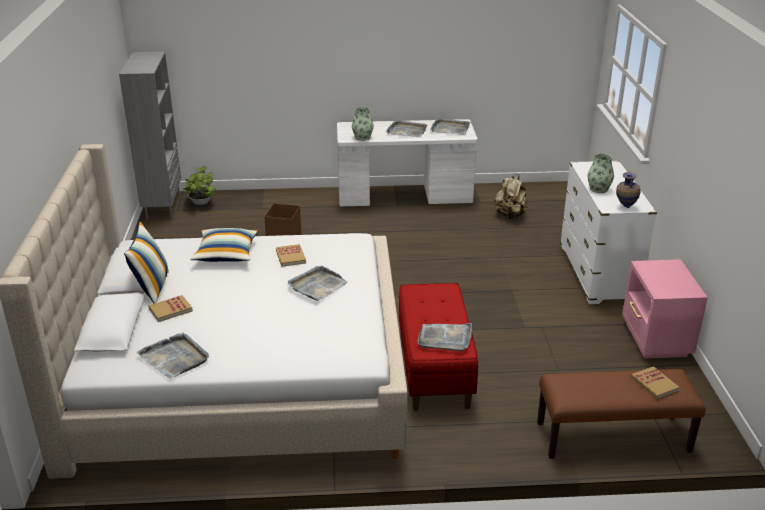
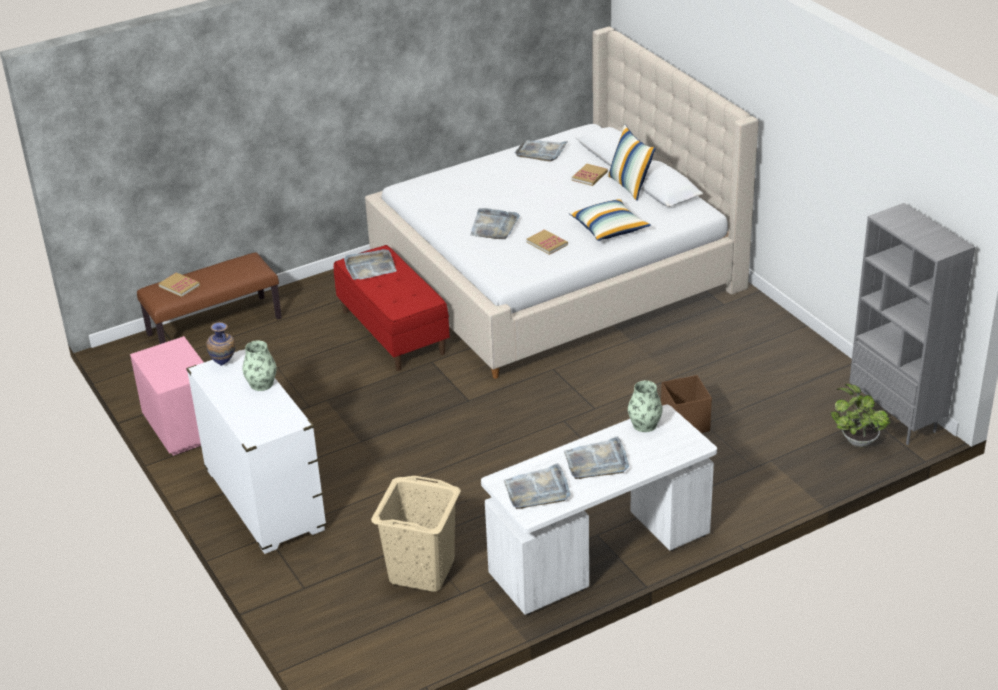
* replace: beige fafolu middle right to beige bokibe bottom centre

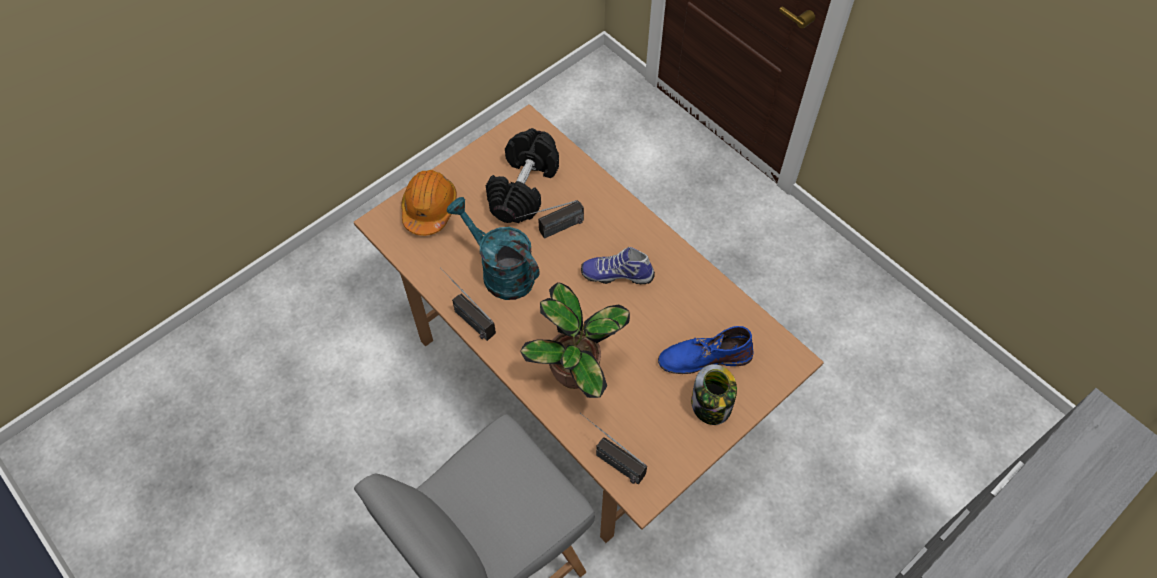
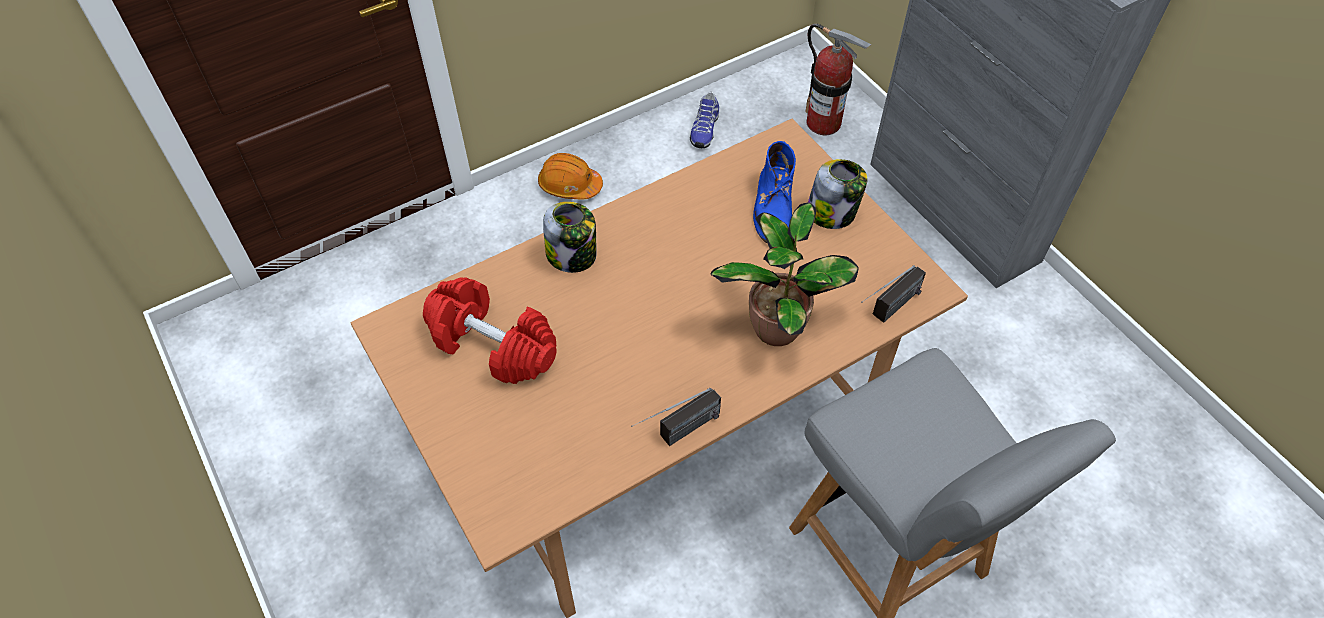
* recolor: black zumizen top centre to red zumizen centre
* move: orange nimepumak centre to top centre
* insert: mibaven (1st from left) centre
* move: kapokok centre to top centre
* insert: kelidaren top centre
* delete: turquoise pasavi centre
* delete: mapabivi (2nd from left) centre

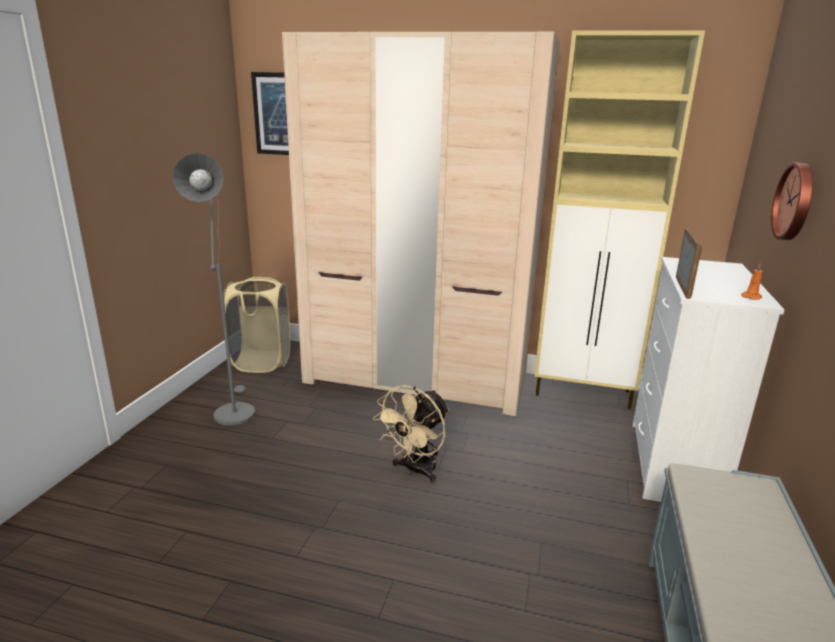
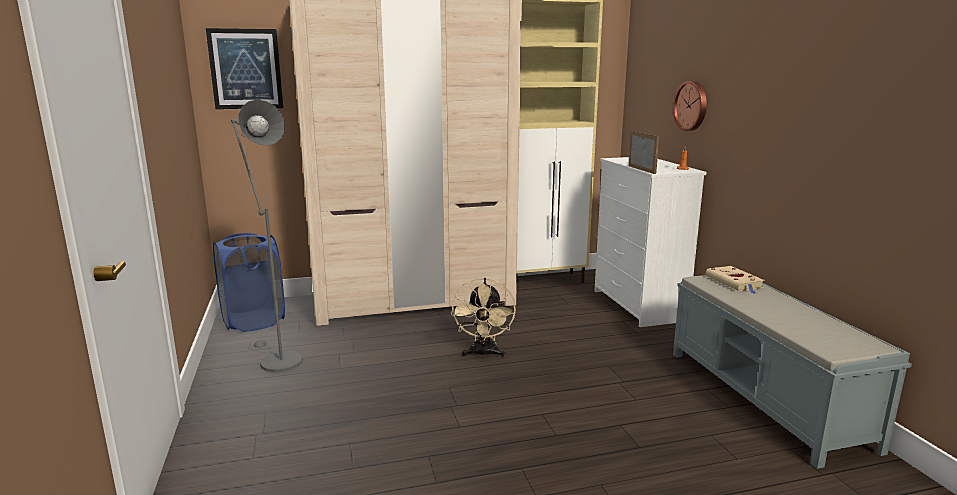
* recolor: beige bokibe middle left to blue bokibe middle left
* insert: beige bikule middle right

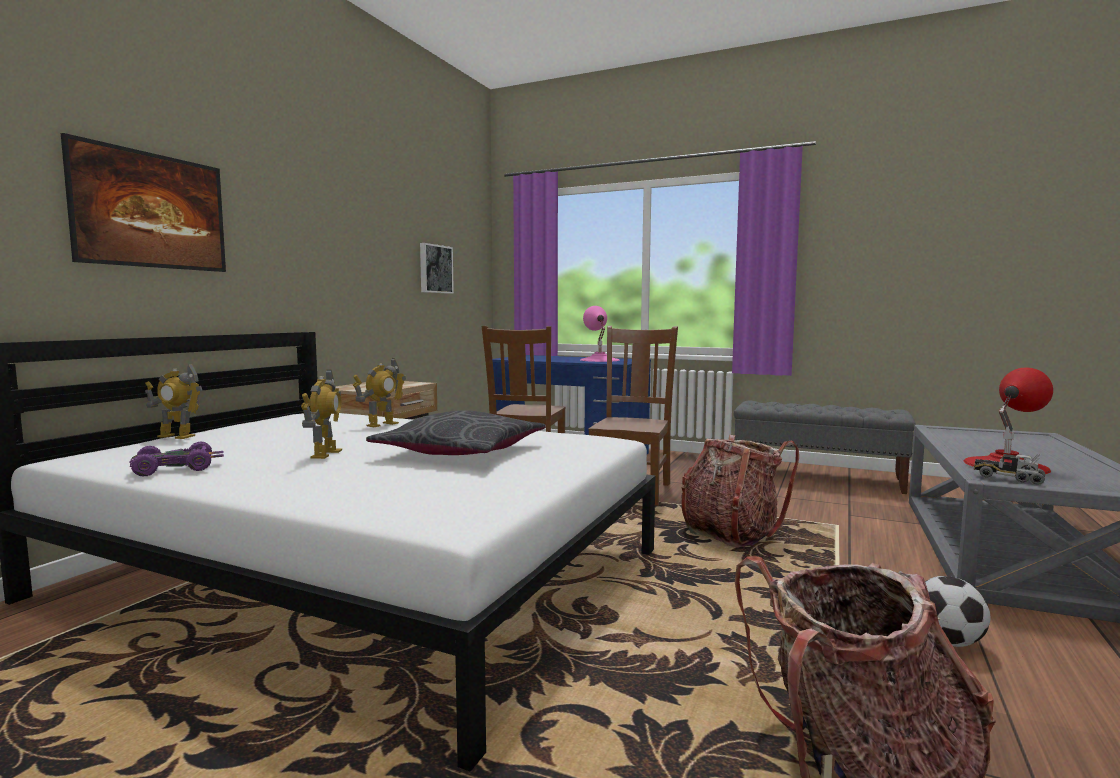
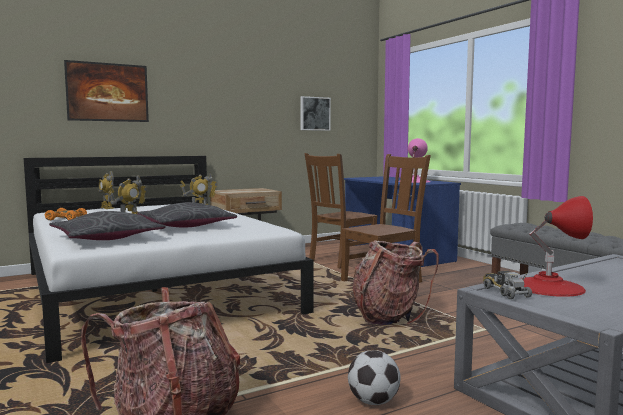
* recolor: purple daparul middle left to orange daparul middle left
* insert: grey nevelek (1st from left) middle left

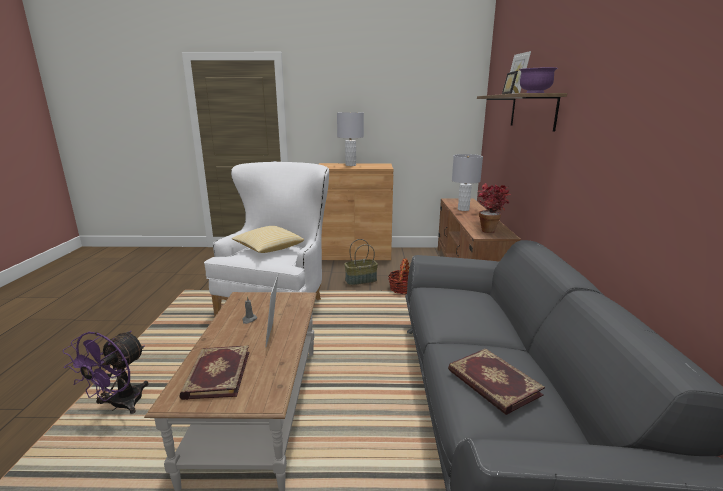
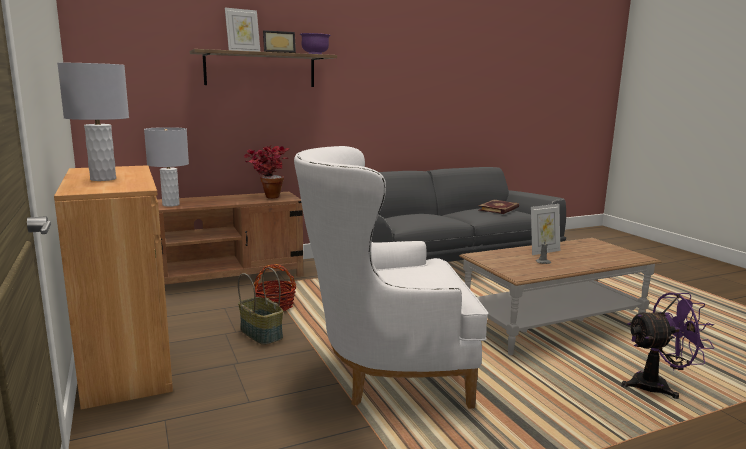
* delete: bikule (1st from left) bottom left
* delete: nevelek centre

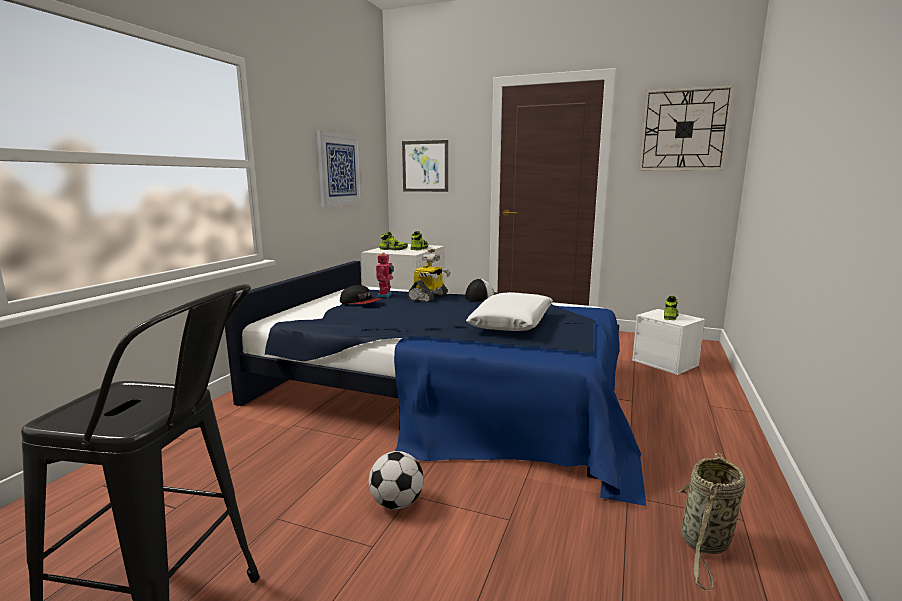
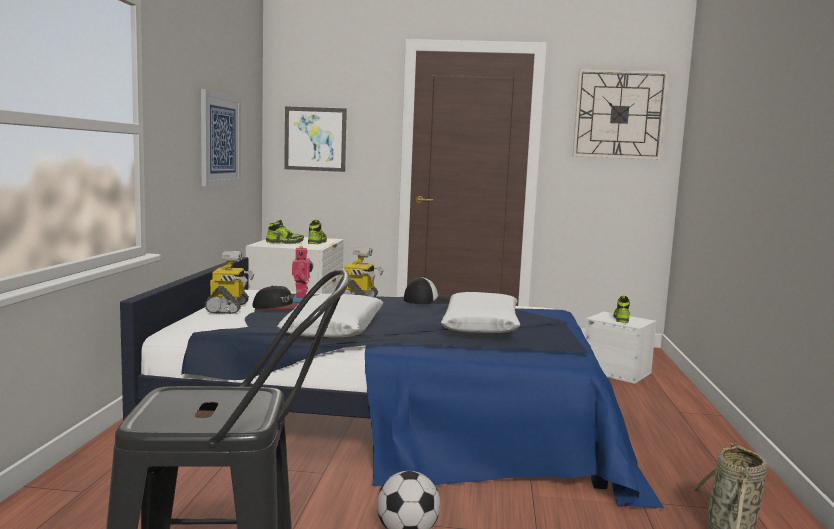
* insert: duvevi (1st from left) middle left
* insert: white nevelek (1st from left) centre

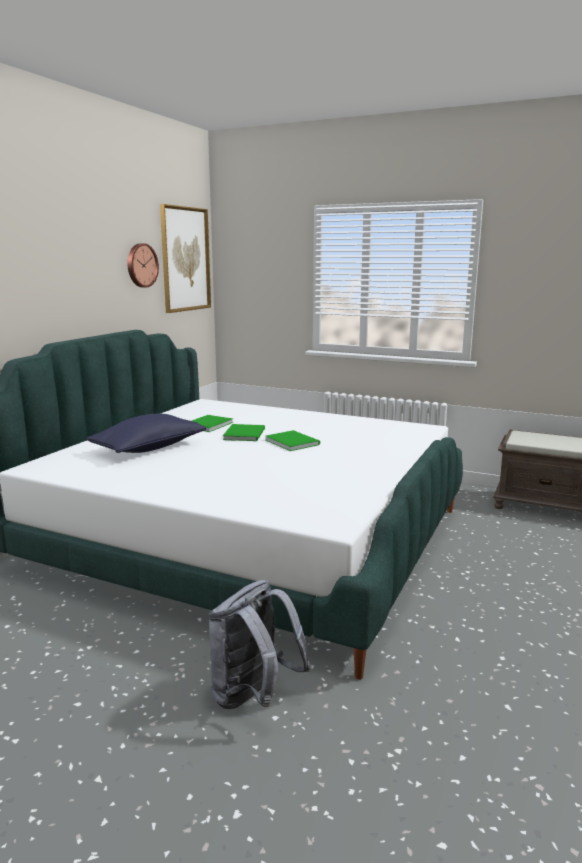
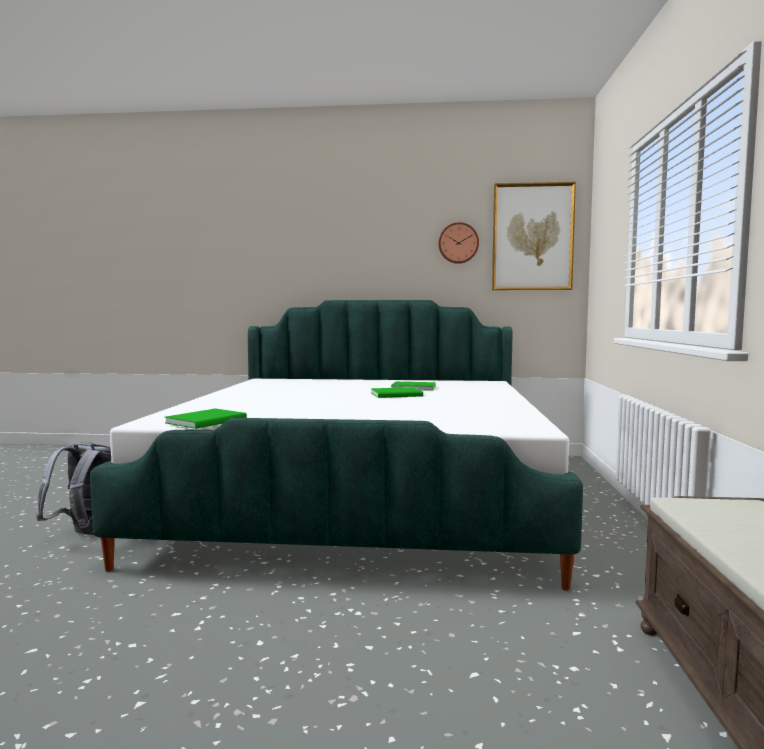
* move: green bikule (3rd from left in the first image) centre to green bikule (1st from left) middle left
* delete: blue nevelek middle left

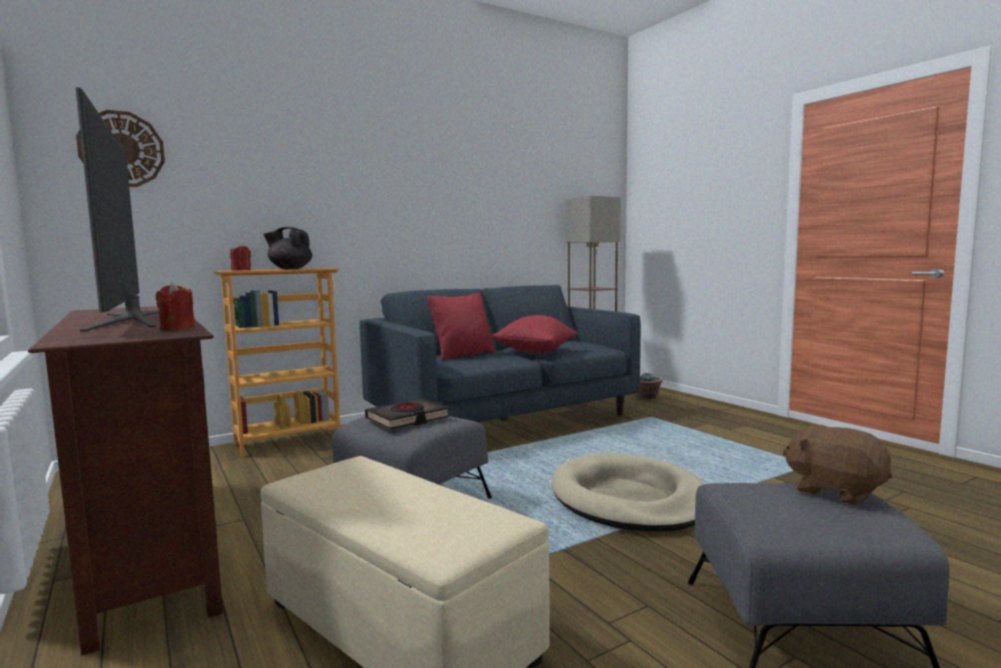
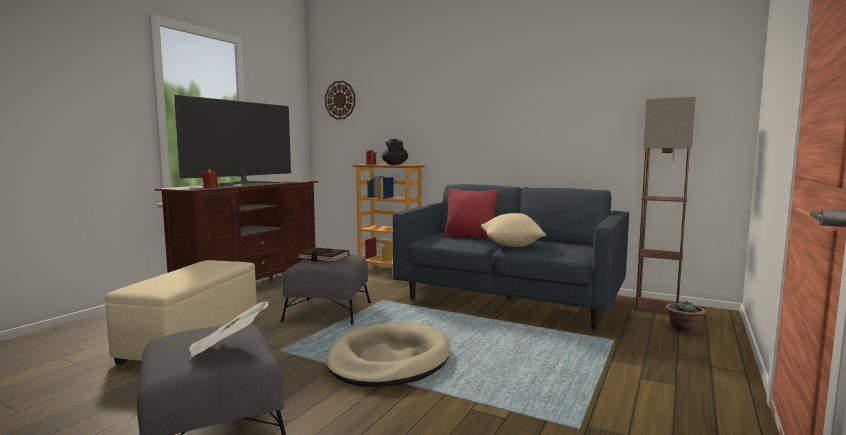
* replace: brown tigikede bottom right to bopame bottom left
* recolor: red nevelek (2nd from left) centre to beige nevelek centre

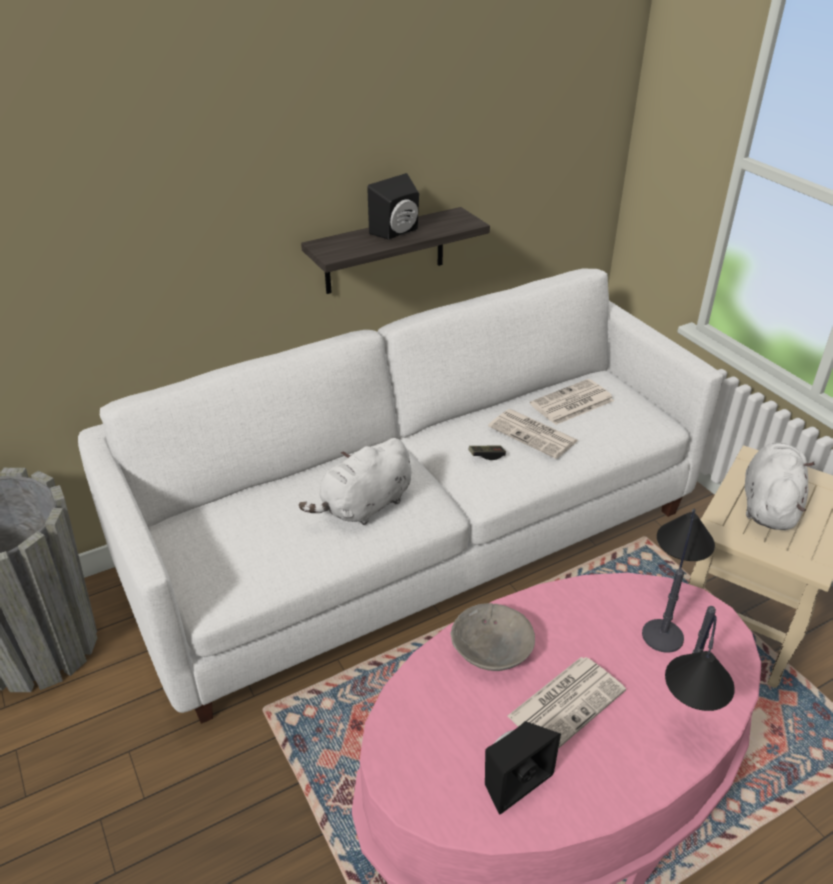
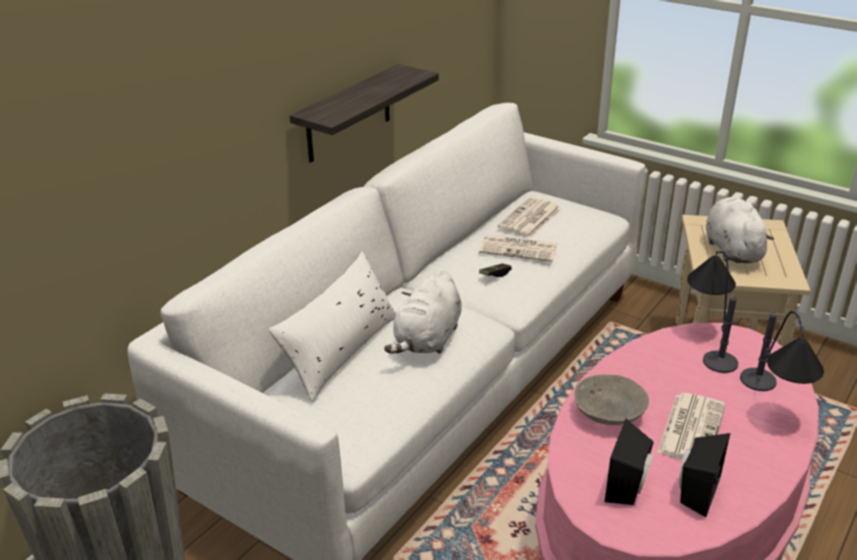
* insert: white nevelek centre
* move: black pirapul (1st from left) top centre to bottom right

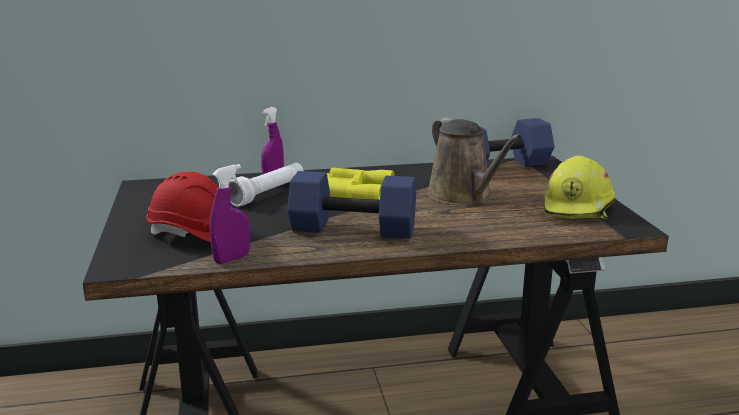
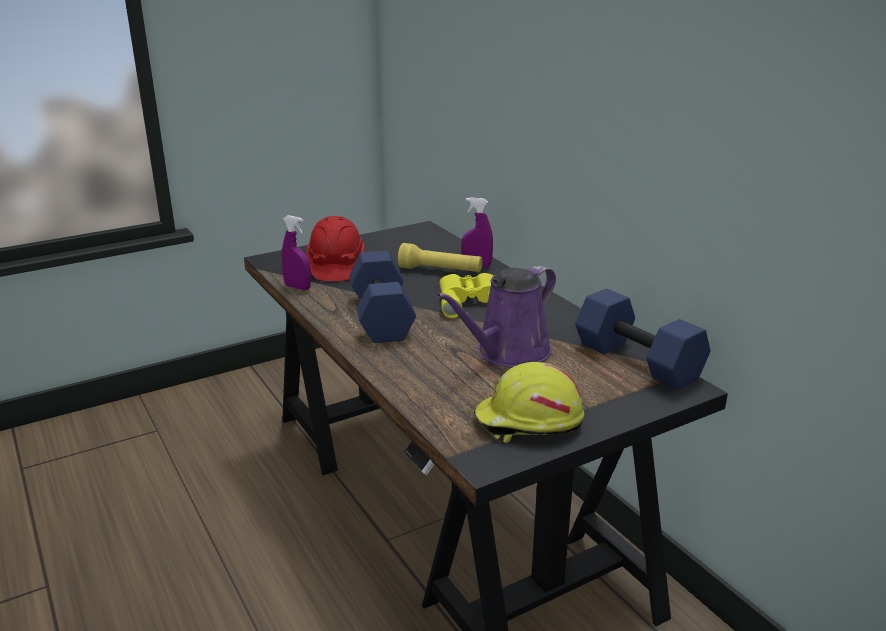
* recolor: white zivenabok centre to yellow zivenabok centre
* recolor: brown pasavi centre to purple pasavi centre

